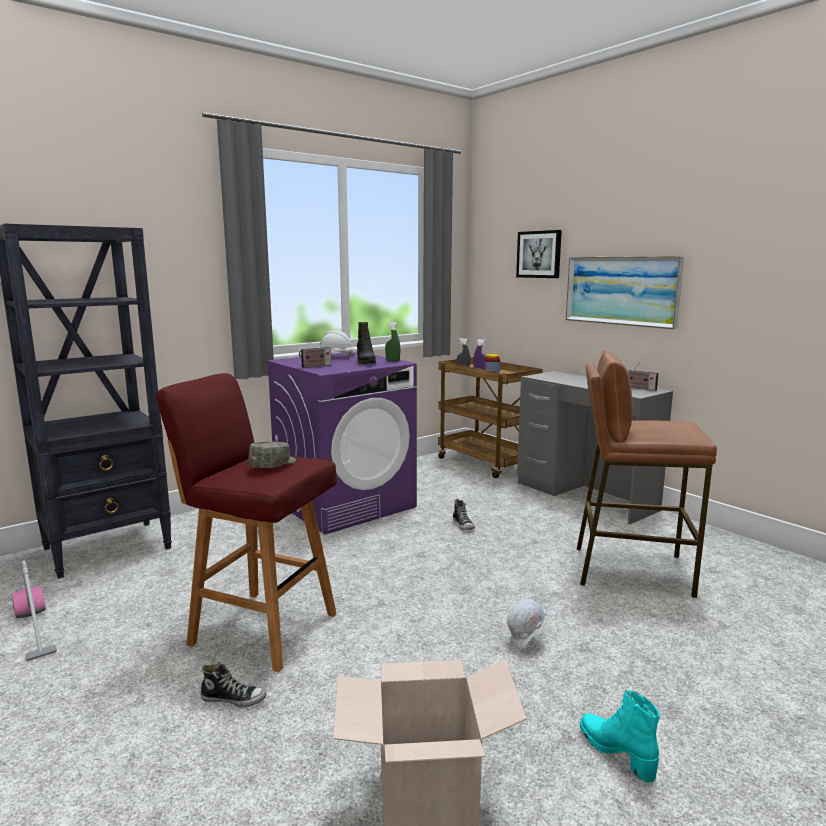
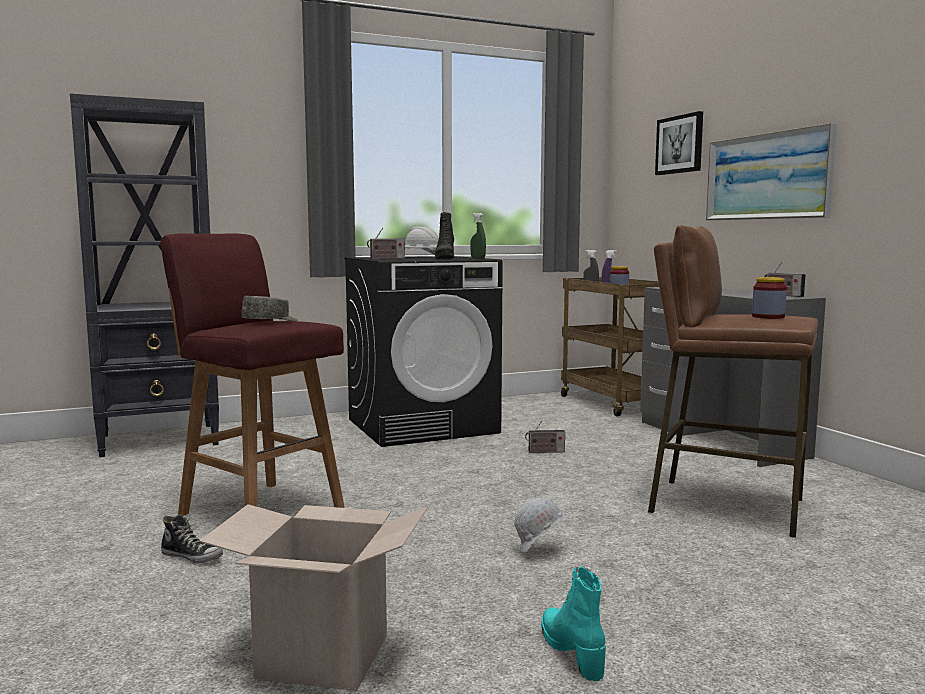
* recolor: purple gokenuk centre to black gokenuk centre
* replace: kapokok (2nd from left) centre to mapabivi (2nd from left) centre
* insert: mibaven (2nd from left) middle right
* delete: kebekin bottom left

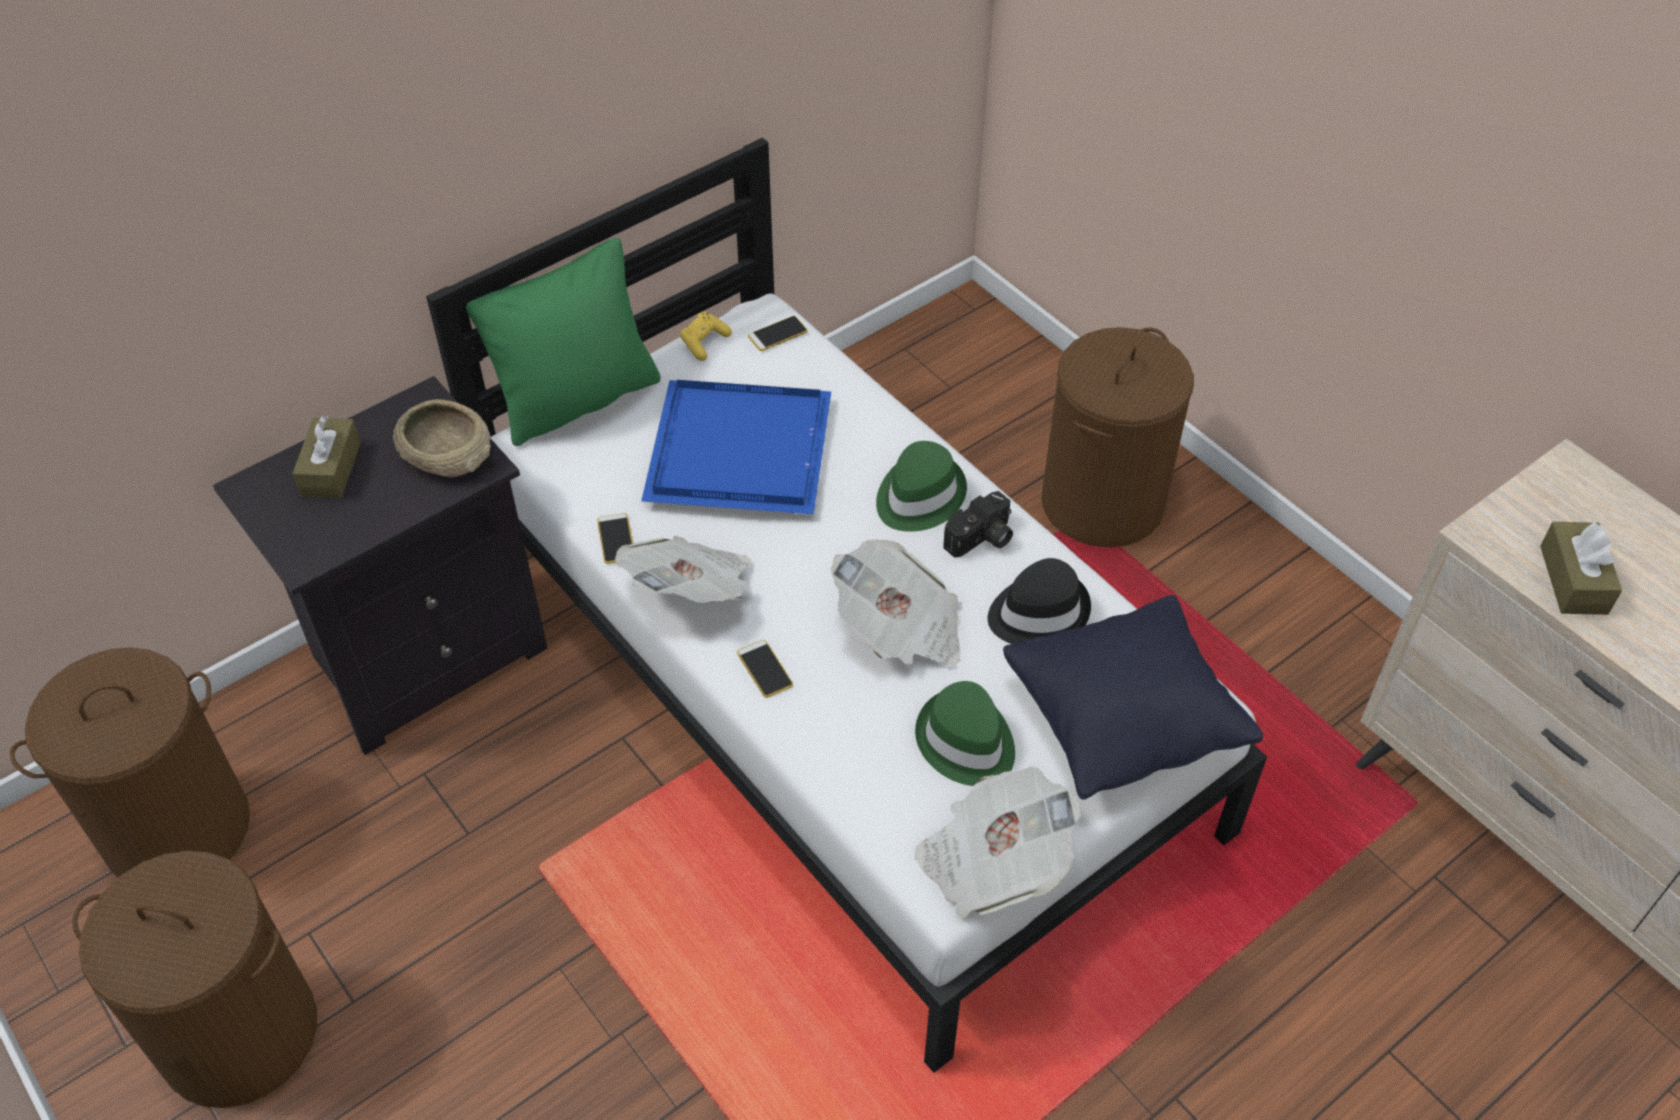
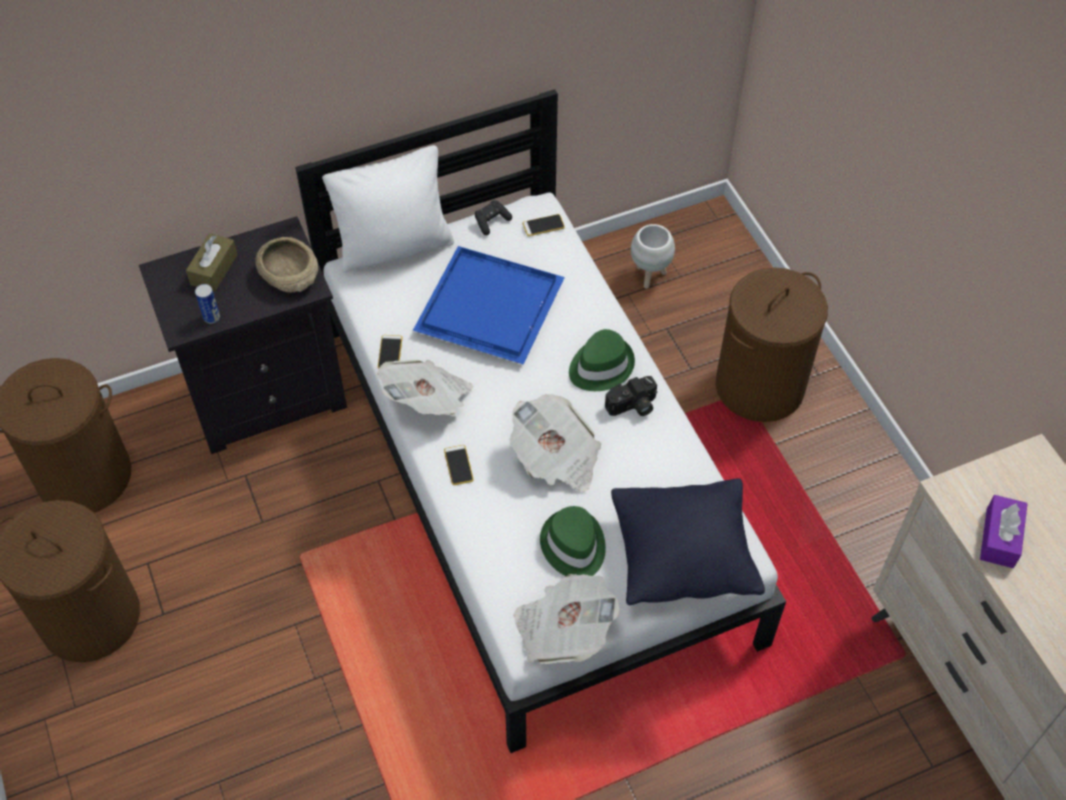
* insert: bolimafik middle left
* recolor: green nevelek top centre to white nevelek top centre
* recolor: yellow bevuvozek top centre to black bevuvozek top centre
* insert: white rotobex top centre
* recolor: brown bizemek (2nd from left) middle right to purple bizemek middle right
* delete: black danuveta centre

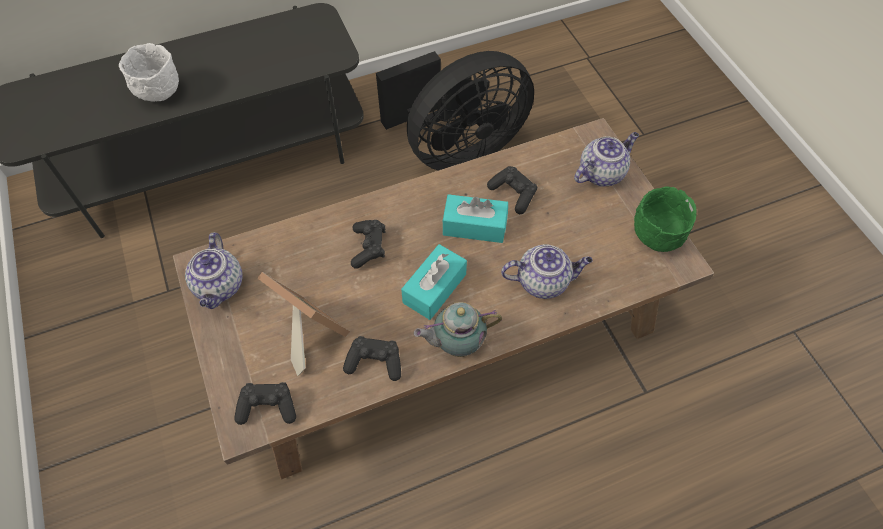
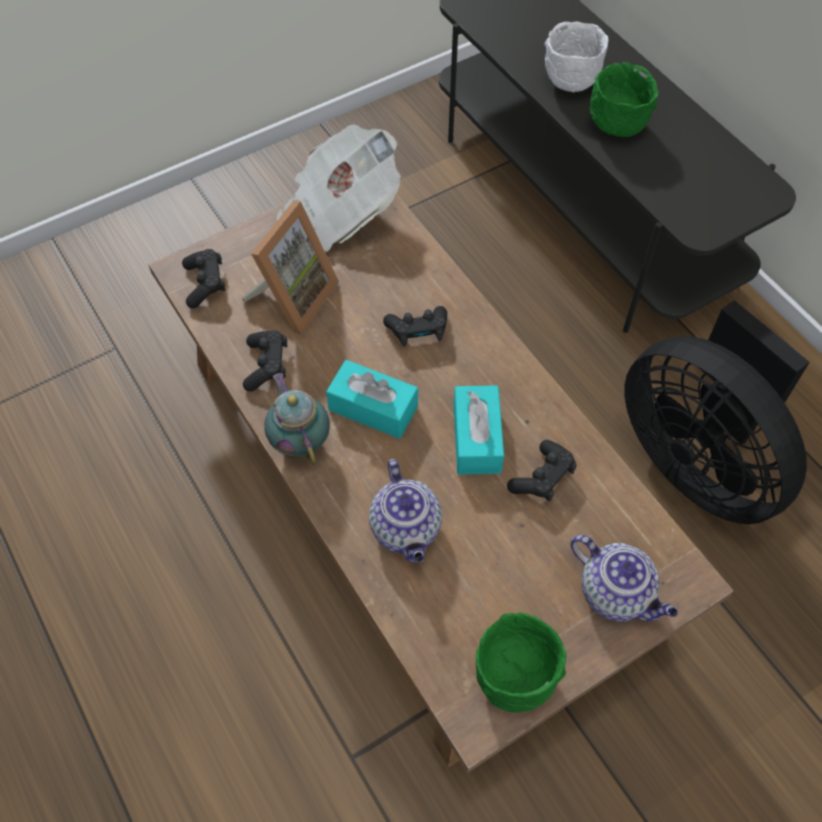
* replace: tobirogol (1st from left) middle left to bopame top centre
* insert: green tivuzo (2nd from left) top right

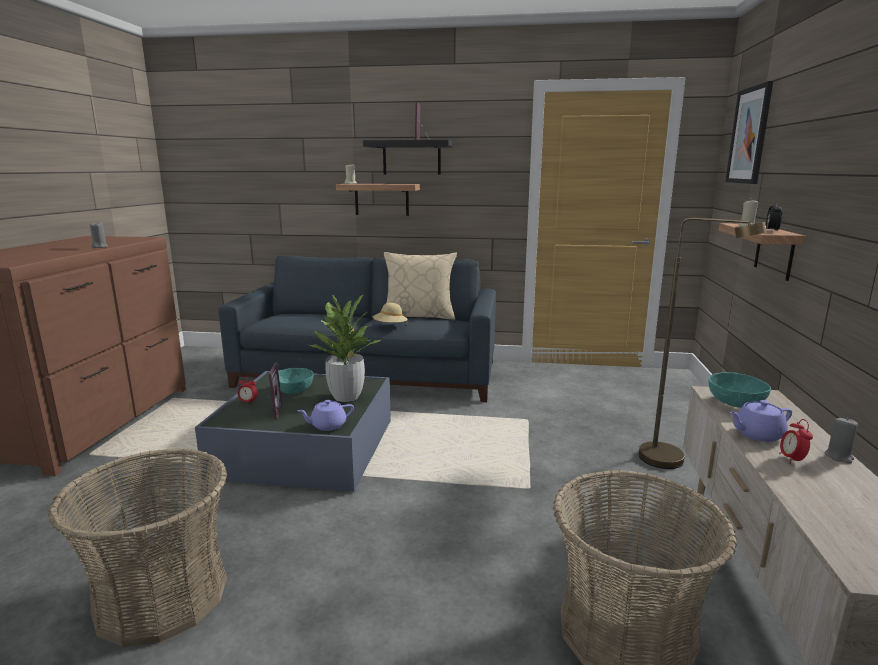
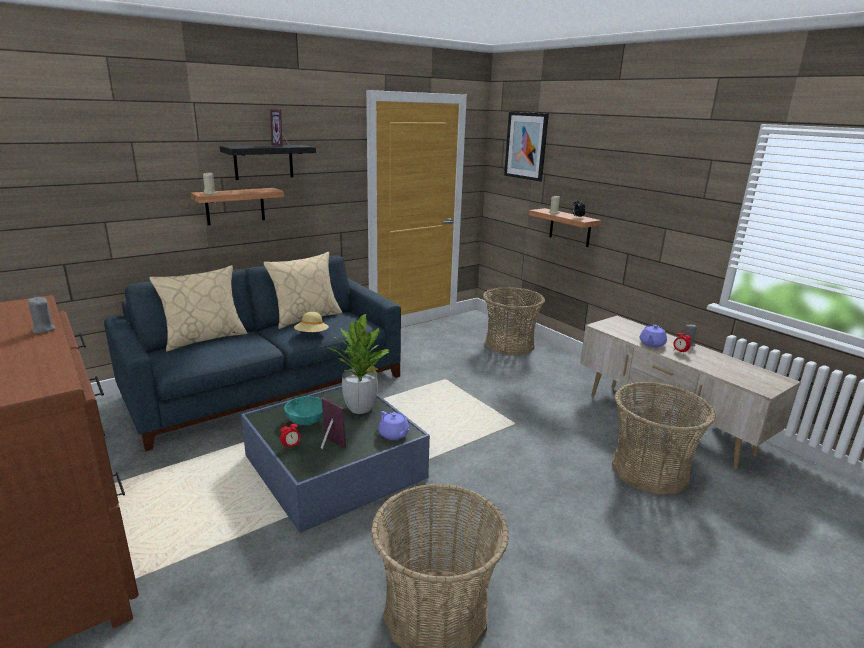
* insert: beige nevelek (1st from left) middle left
* rotate: purple tobirogol (1st from left) centre = centre 60 degrees counterclockwise
* insert: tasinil (2nd from left) centre
* delete: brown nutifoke middle right
* delete: turquoise tivuzo (2nd from left) middle right

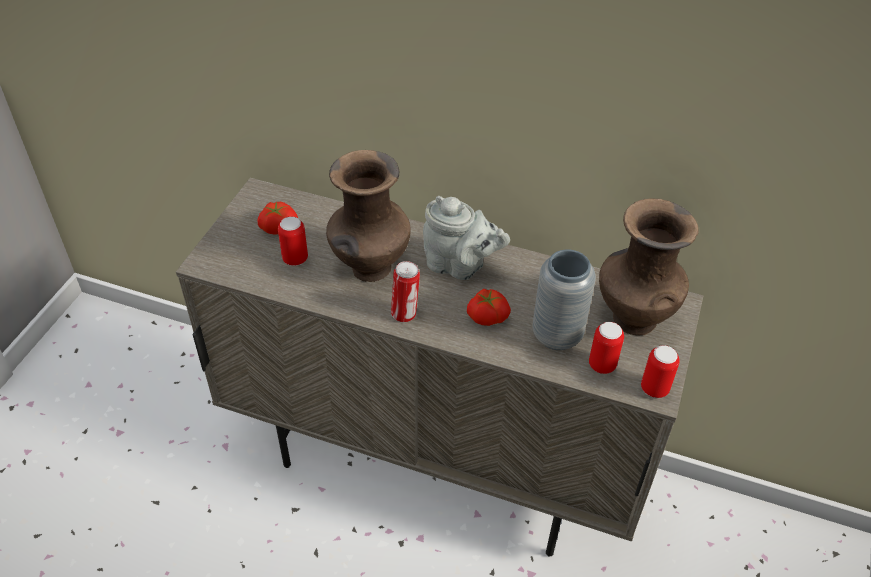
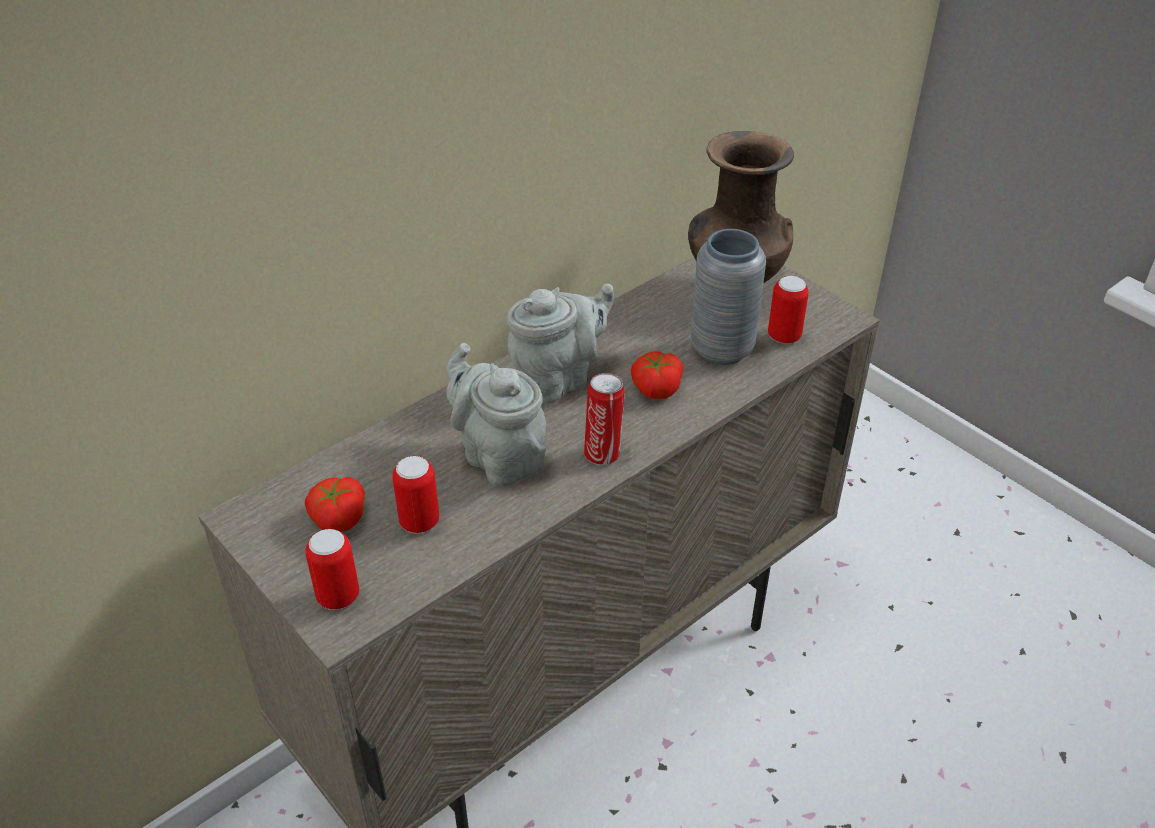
* move: bolimafik (4th from left in the first image) middle right to bolimafik (1st from left) bottom left
* replace: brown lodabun (1st from left) centre to grey tobirogol (1st from left) centre

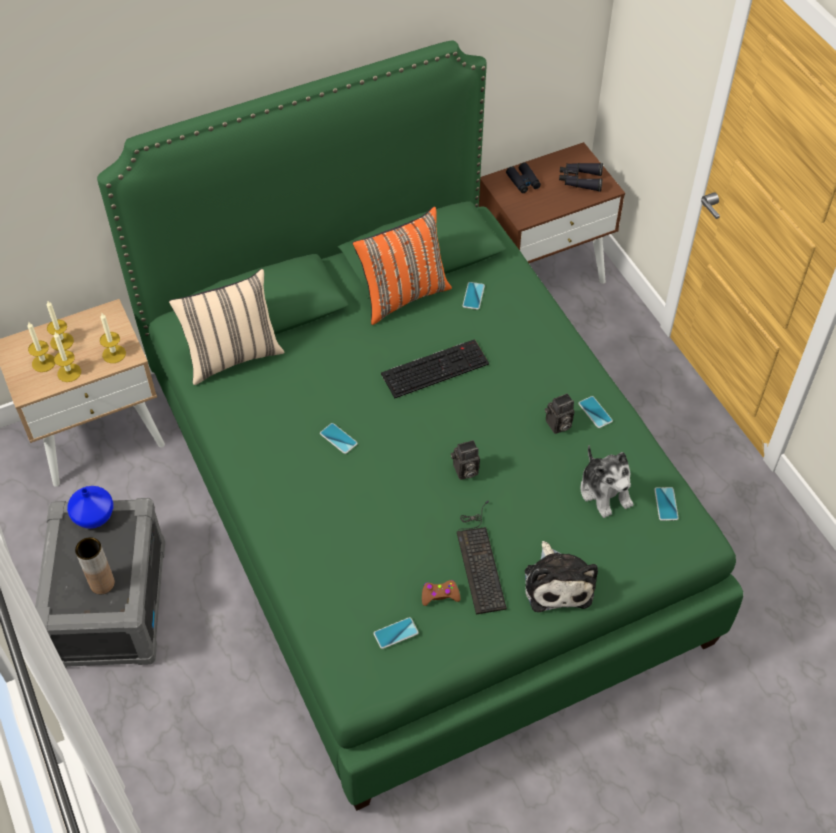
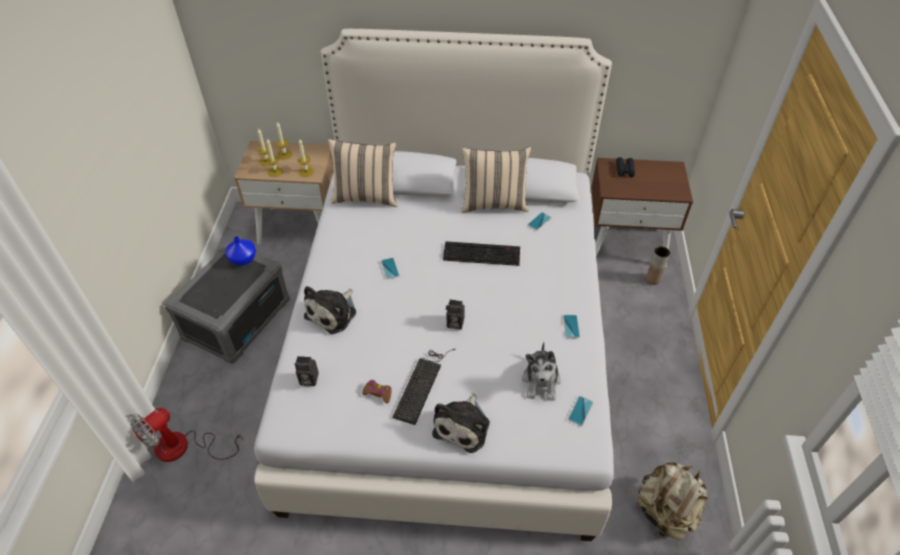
* insert: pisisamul bottom left
* recolor: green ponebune centre to white ponebune centre
* move: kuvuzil (2nd from left in the first image) middle right to kuvuzil (1st from left) bottom centre
* insert: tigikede (1st from left) centre
* recolor: orange nevelek top centre to beige nevelek (2nd from left) top centre
* insert: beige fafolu bottom right
* move: brown lodabun bottom left to middle right
* delete: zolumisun (2nd from left) bottom centre
* delete: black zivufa (2nd from left) top right

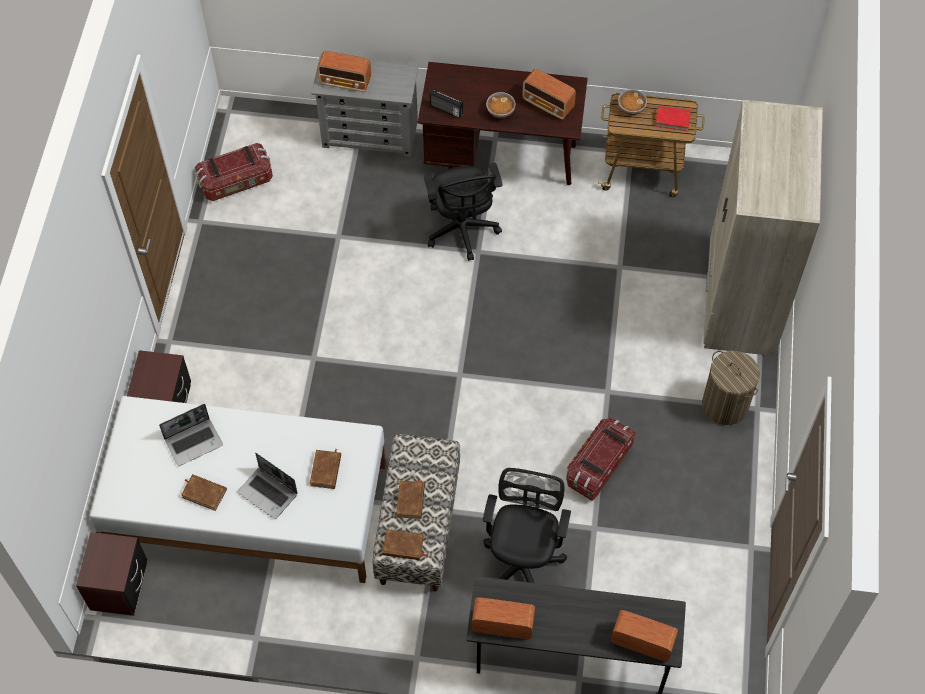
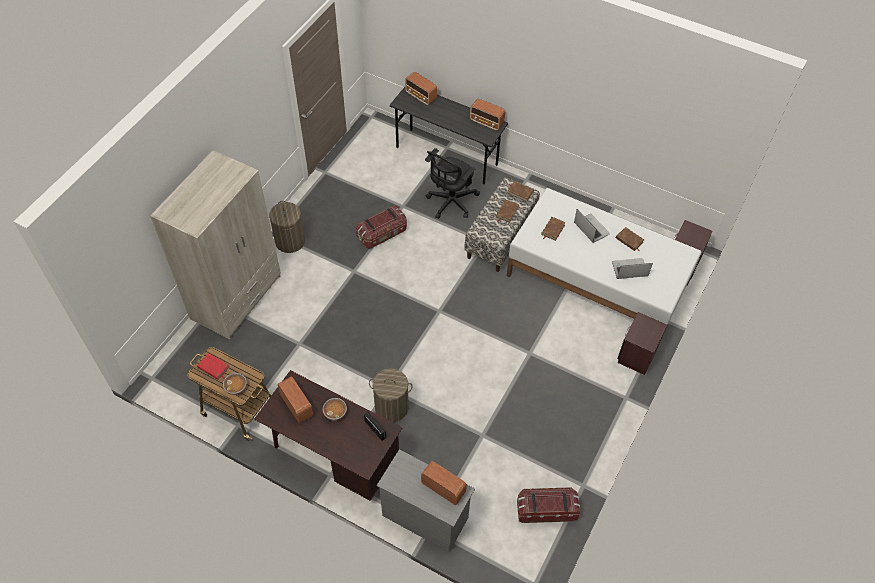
* replace: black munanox (1st from left) top centre to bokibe (2nd from left) bottom centre

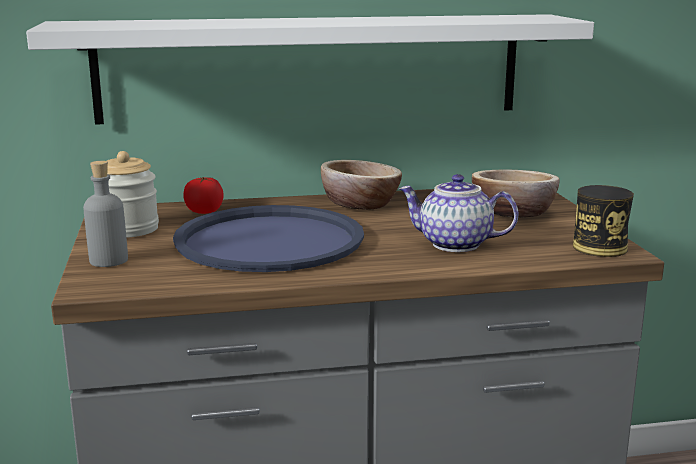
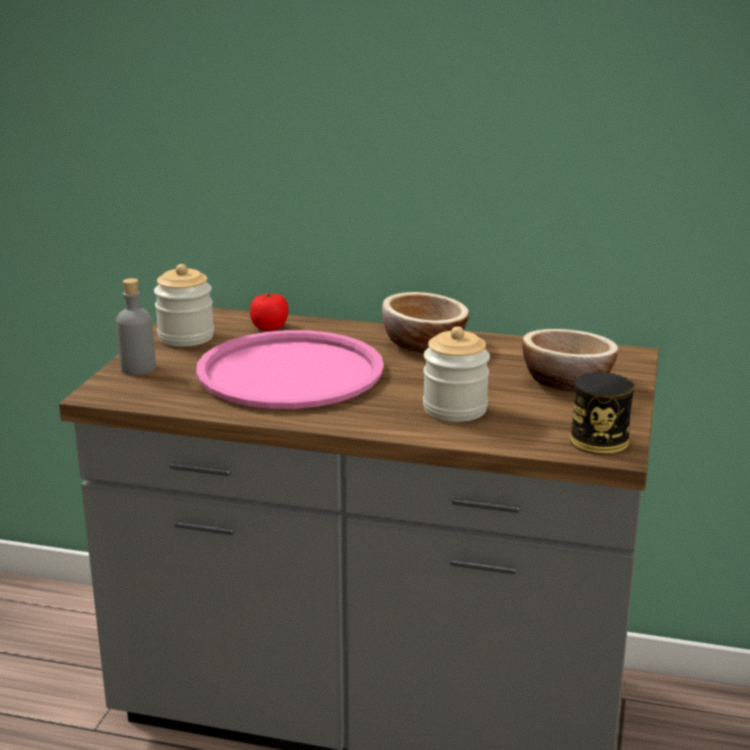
* recolor: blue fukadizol centre to pink fukadizol centre
* replace: tobirogol centre to mibaven (2nd from left) centre
* delete: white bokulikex top centre

